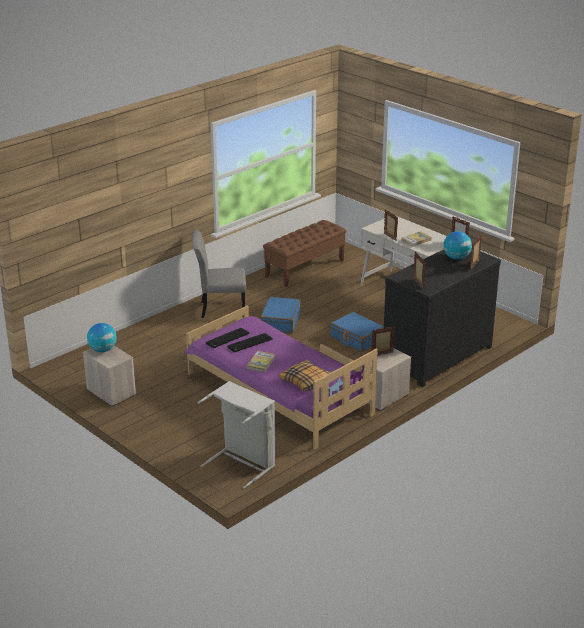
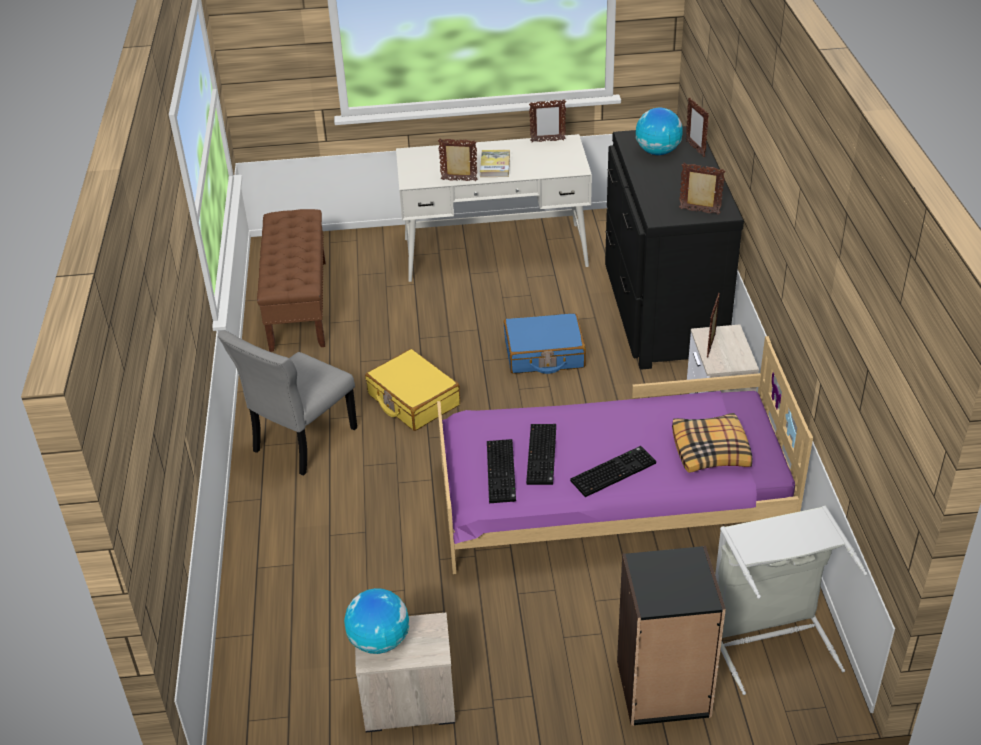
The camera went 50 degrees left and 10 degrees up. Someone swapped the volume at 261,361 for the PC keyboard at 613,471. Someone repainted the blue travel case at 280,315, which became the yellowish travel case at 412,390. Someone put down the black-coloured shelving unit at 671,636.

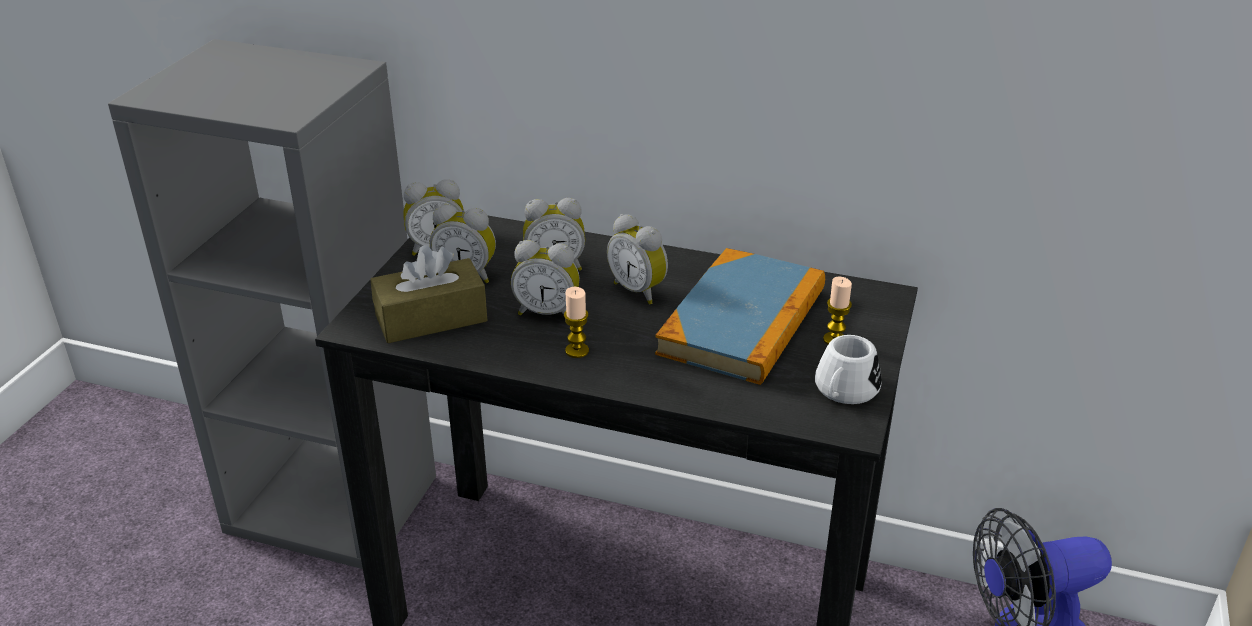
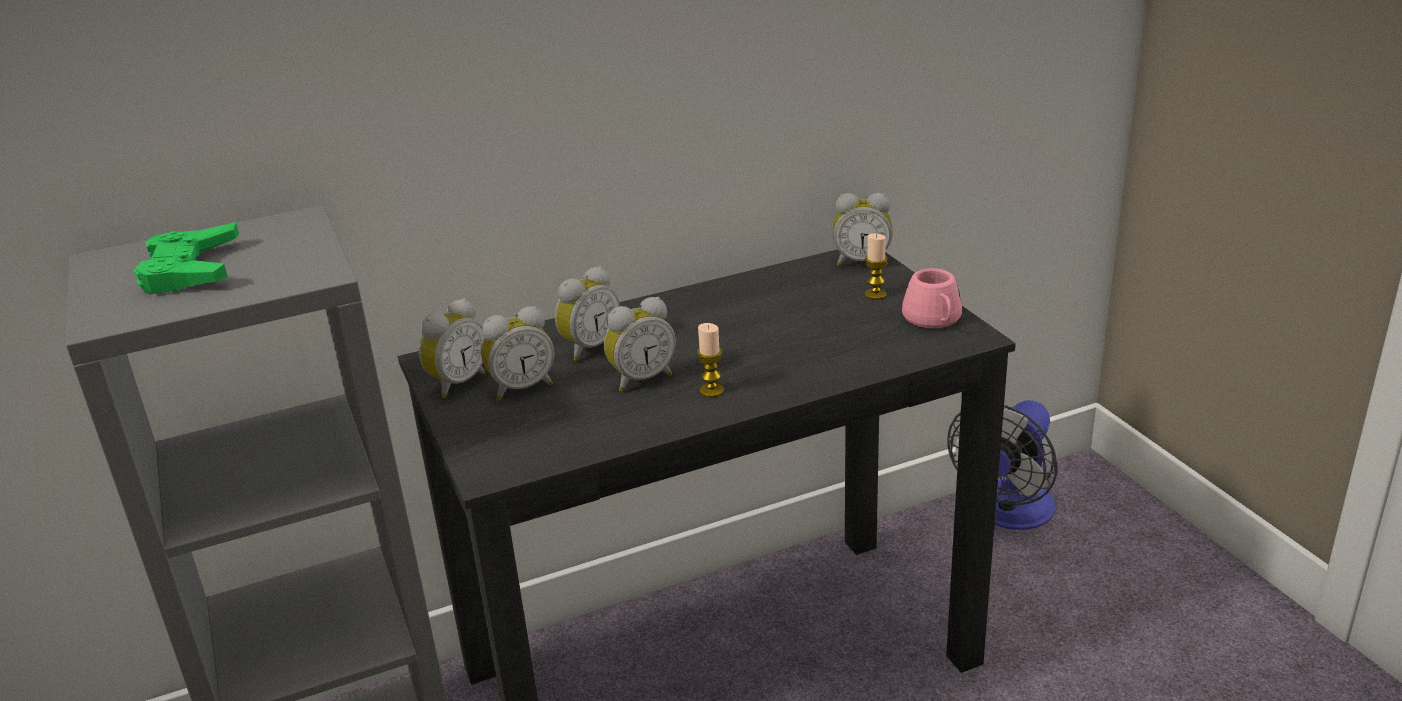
The camera went 40 degrees left and 5 degrees down. Someone took away the brown box of tissues at 429,294. Someone carried the alarm clock from 637,259 to 863,229. Someone took away the volume at 740,316. Someone repainted the white tea mug at 848,369, which became the pinkish tea mug at 932,298. Someone put down the greenish gamepad at 186,258.

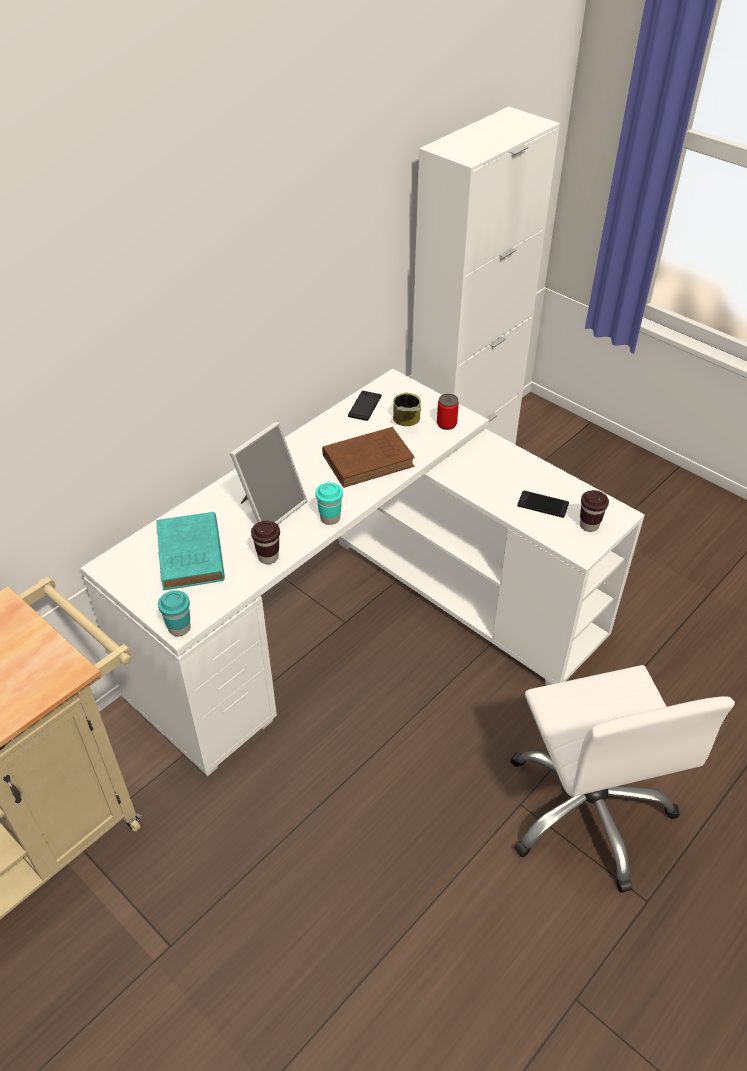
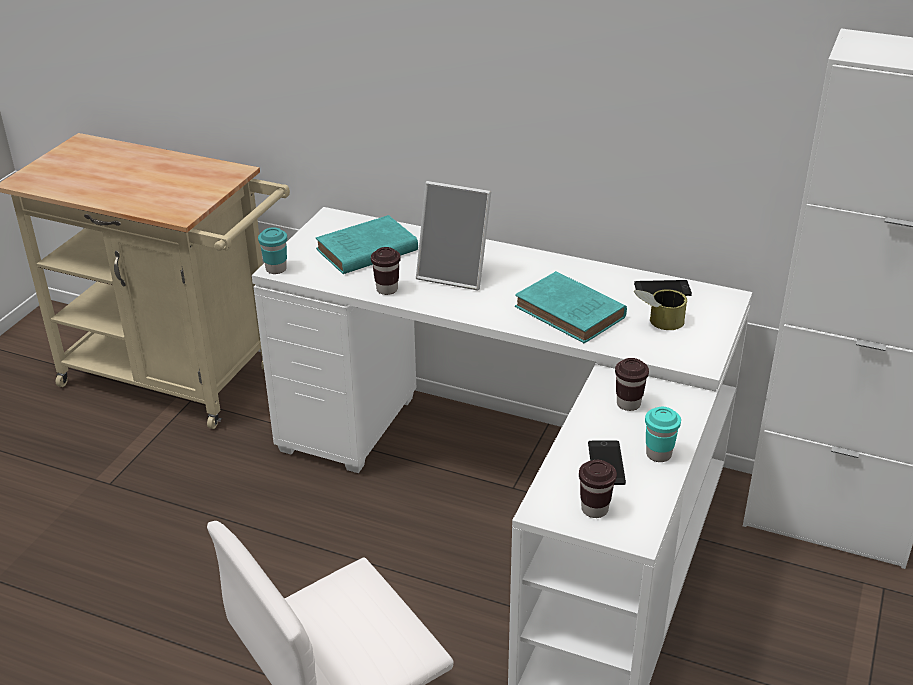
The camera went 70 degrees right and 10 degrees down. Someone carried the turquoise cup from 329,503 to 663,434. Someone repainted the brown volume at 368,457, which became the turquoise volume at 571,307. Someone took away the metal can at 448,412. Someone put down the brown cup at 632,384.

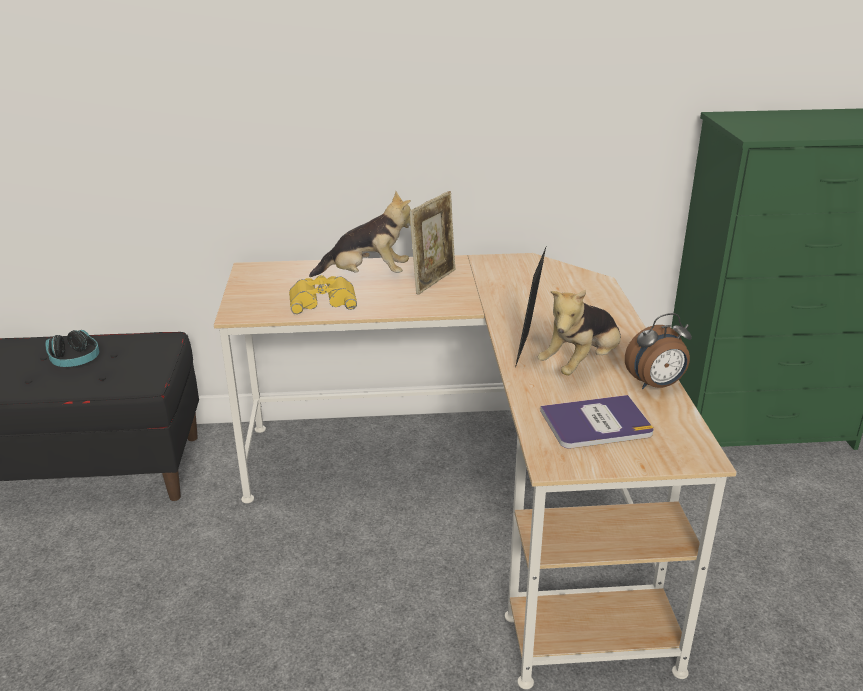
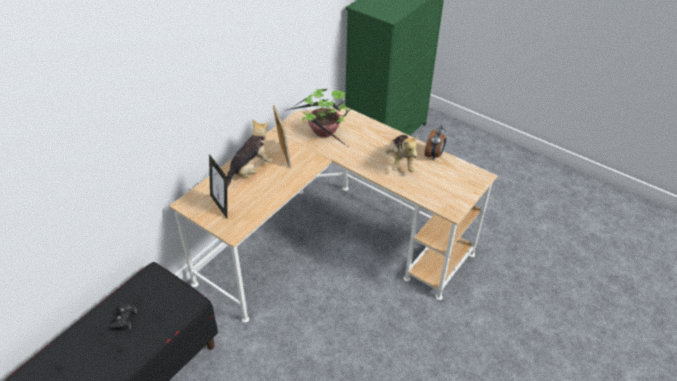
The camera went 50 degrees left and 15 degrees up. Someone swapped the pair of headphones at 72,348 for the black-coloured gamepad at 124,316. Someone took away the yellowish field glasses at 323,294. Someone carried the standing frame from 530,307 to 218,186. Someone took away the volume at 597,422. Someone put down the potted plant at 320,117.

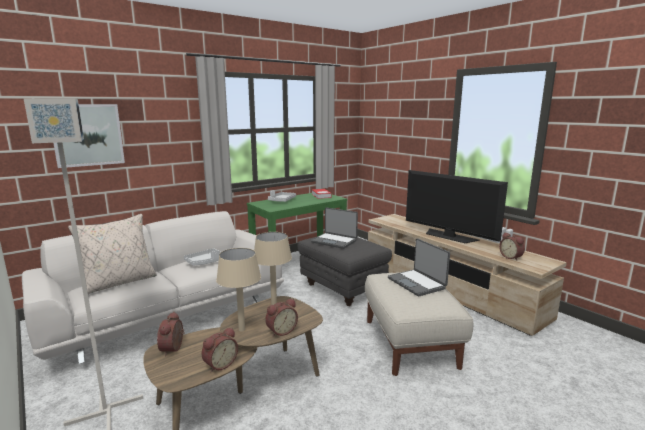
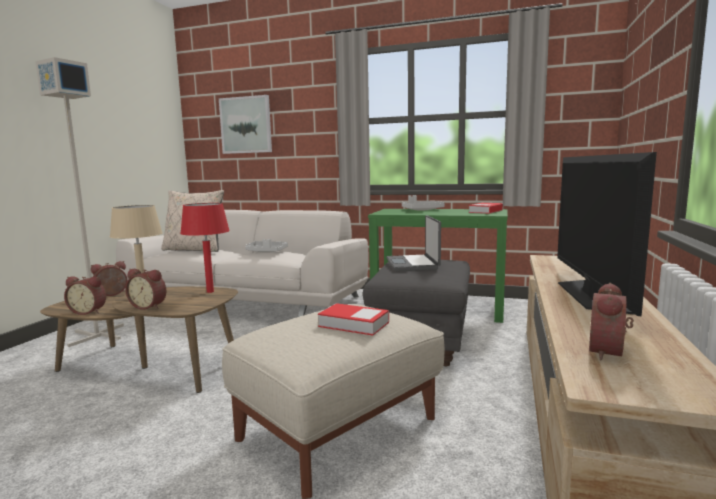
The camera went 55 degrees right and 5 degrees down. Someone repainted the beige-coloured tabletop lamp at 273,268, which became the red-coloured tabletop lamp at 205,248. Someone swapped the portable computer at 419,267 for the volume at 353,319.

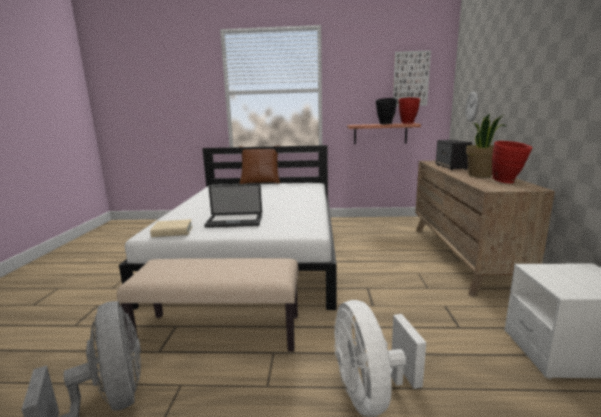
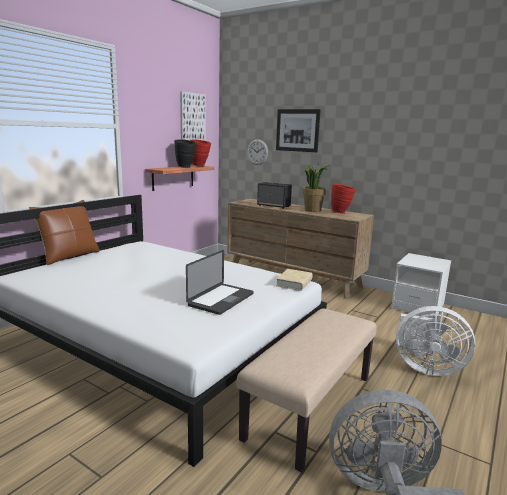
The camera went 60 degrees left and 0 degrees up. Someone carried the beige-coloured volume from 171,228 to 294,280. Someone put up the picture at 298,130.

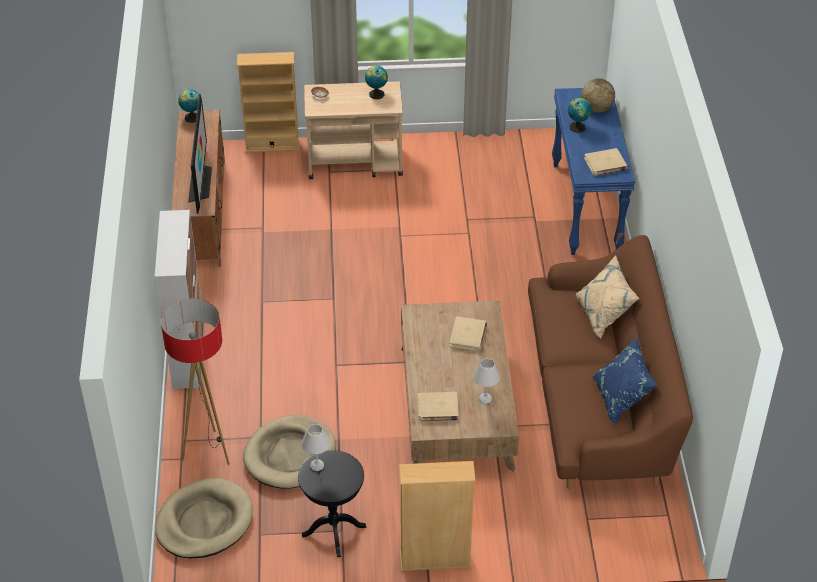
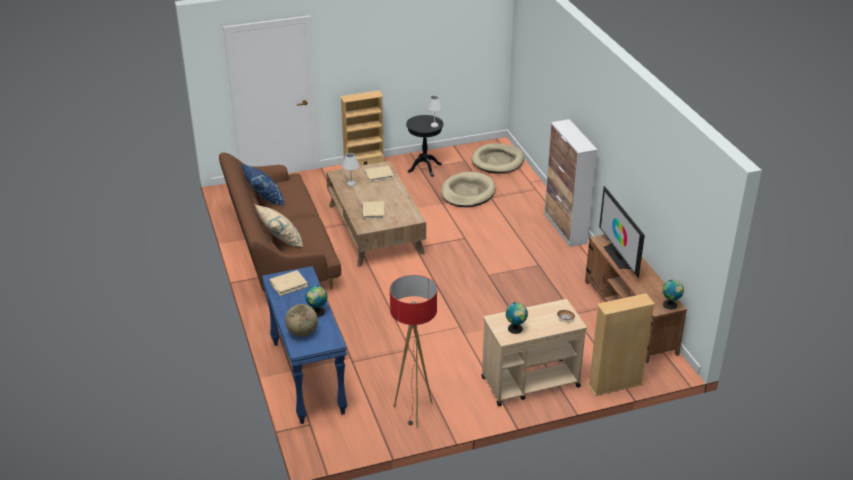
The camera went 165 degrees right and 10 degrees down. Someone carried the standing lamp from 195,381 to 413,351.

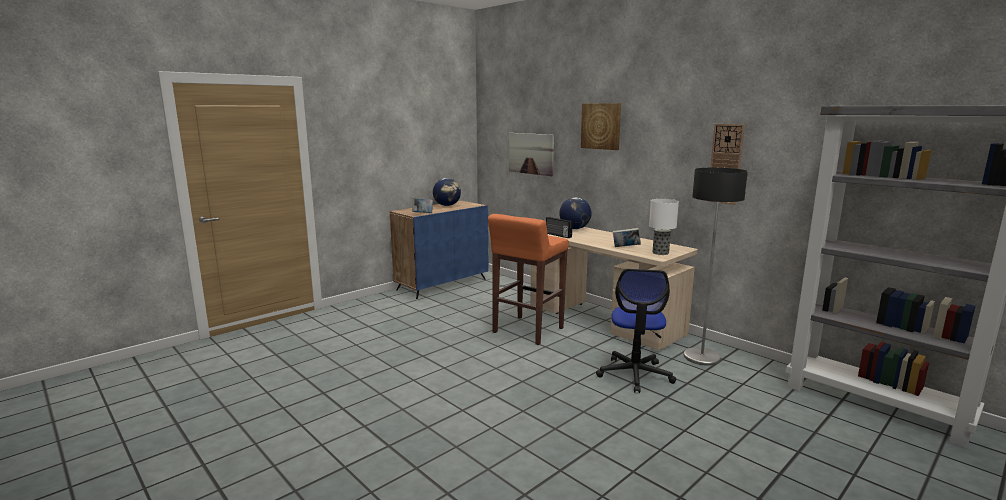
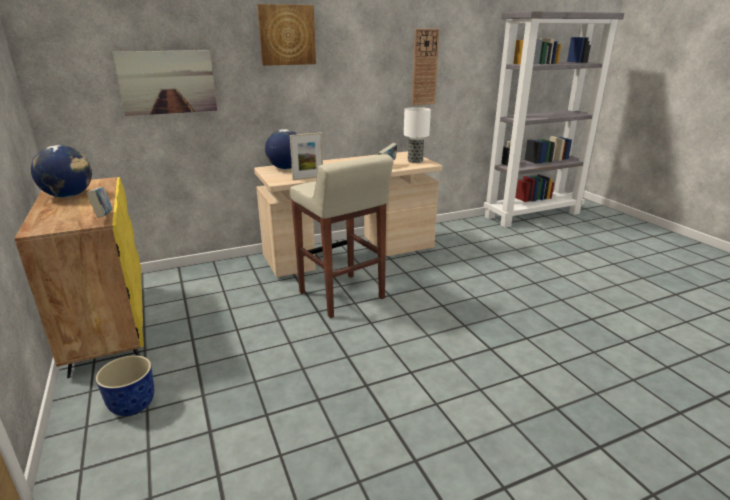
The camera went 70 degrees left and 10 degrees up. Someone repainted the blue cupboard at 439,250, which became the yellowish cupboard at 79,277. Someone repainted the orange-coloured stool seat at 528,279, which became the beige-coloured stool seat at 342,236. Someone swapped the radio at 559,227 for the standing frame at 306,156. Someone took away the office chair at 636,331. Someone took away the standing lamp at 716,267. Someone put down the plant pot at 125,385.

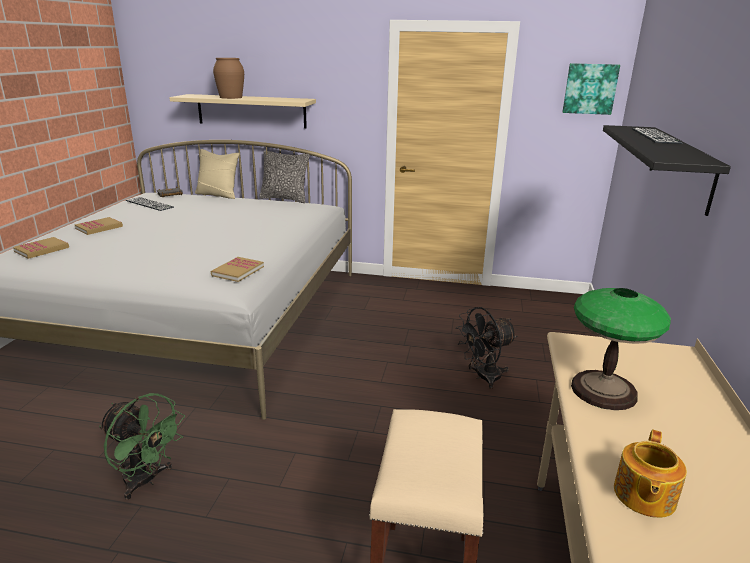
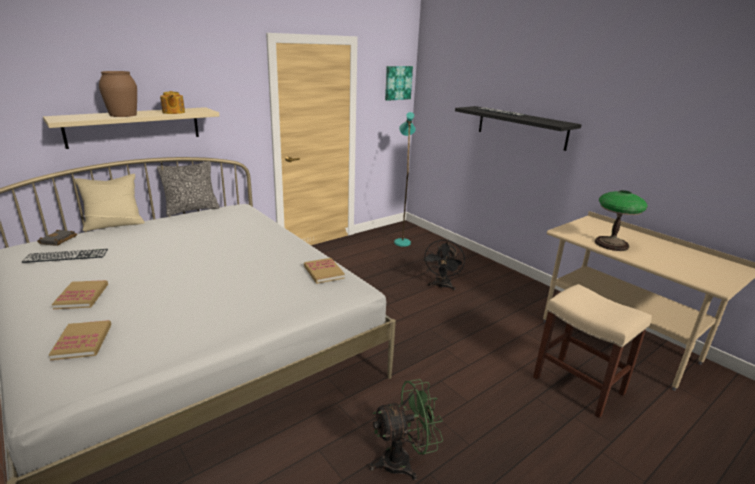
The camera went 50 degrees left and 0 degrees up. Someone carried the teapot from 650,474 to 172,102. Someone put down the turquoise standing lamp at 405,179.

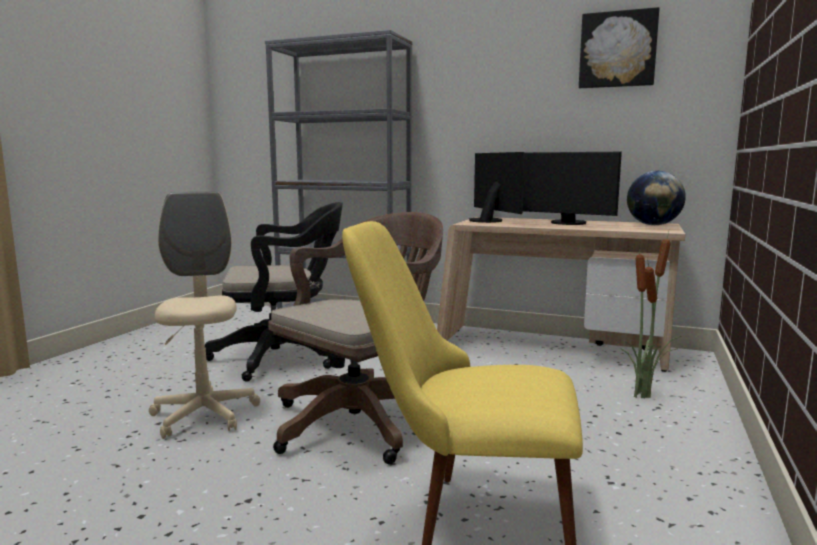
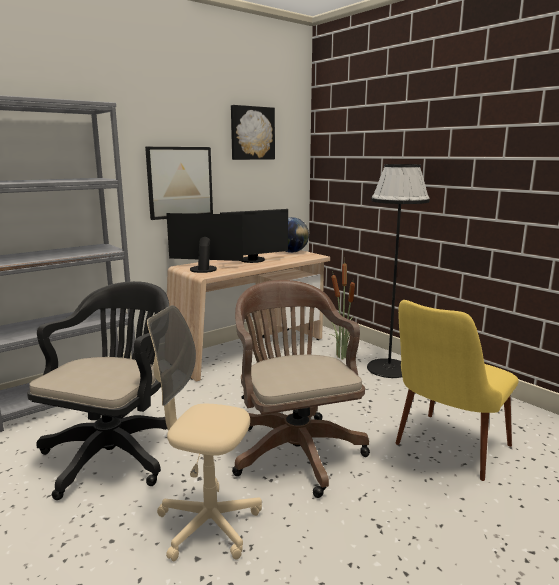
The camera went 60 degrees left and 5 degrees up. Someone put up the picture at 179,183. Someone put down the black-coloured standing lamp at 398,271.

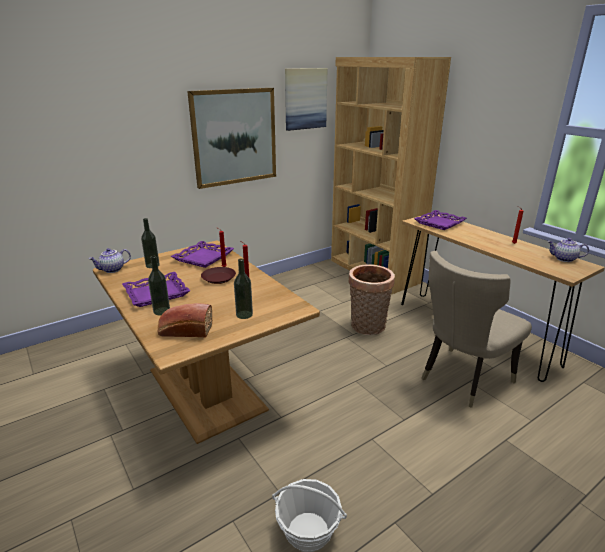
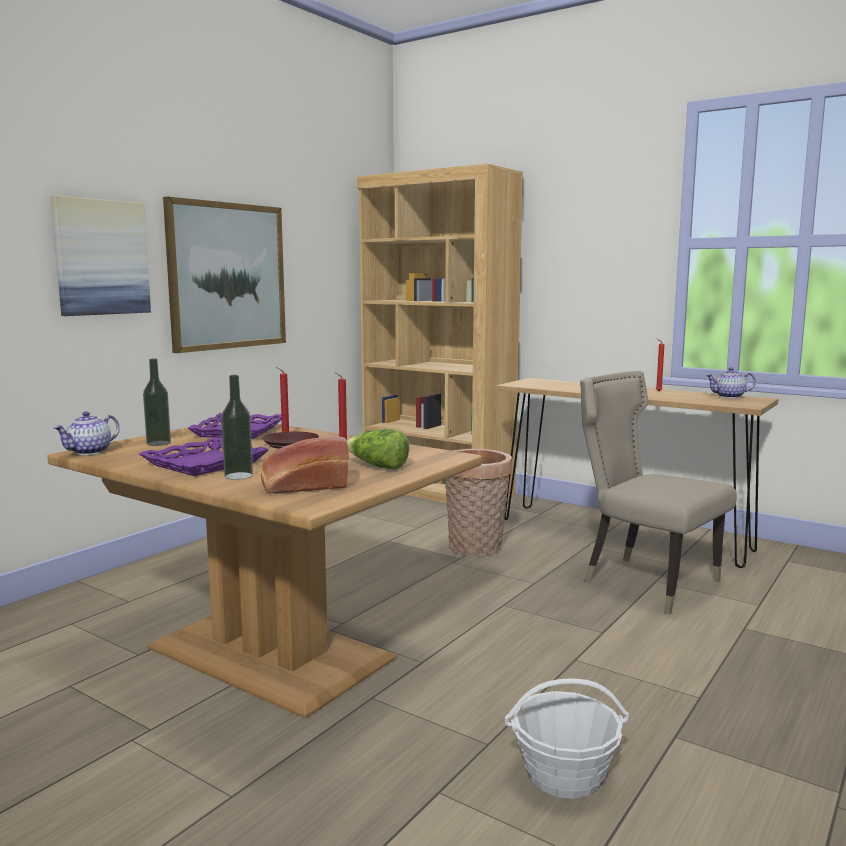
The camera went 20 degrees left and 15 degrees down. Someone swapped the drink bottle at 243,288 for the lettuce head at 378,449. Someone carried the picture from 306,99 to 101,255. Someone took away the purple tray at 440,220. Someone rotated the beige-coloured plain chair at 476,329 by 105 degrees clockwise.

